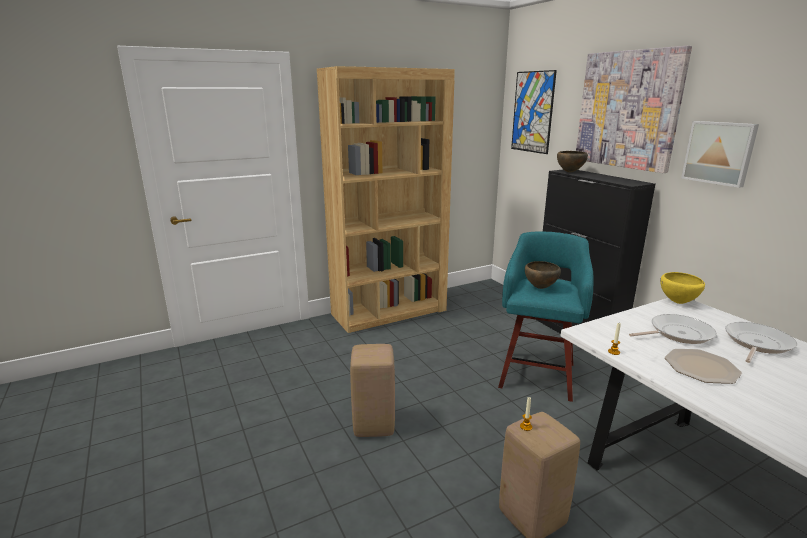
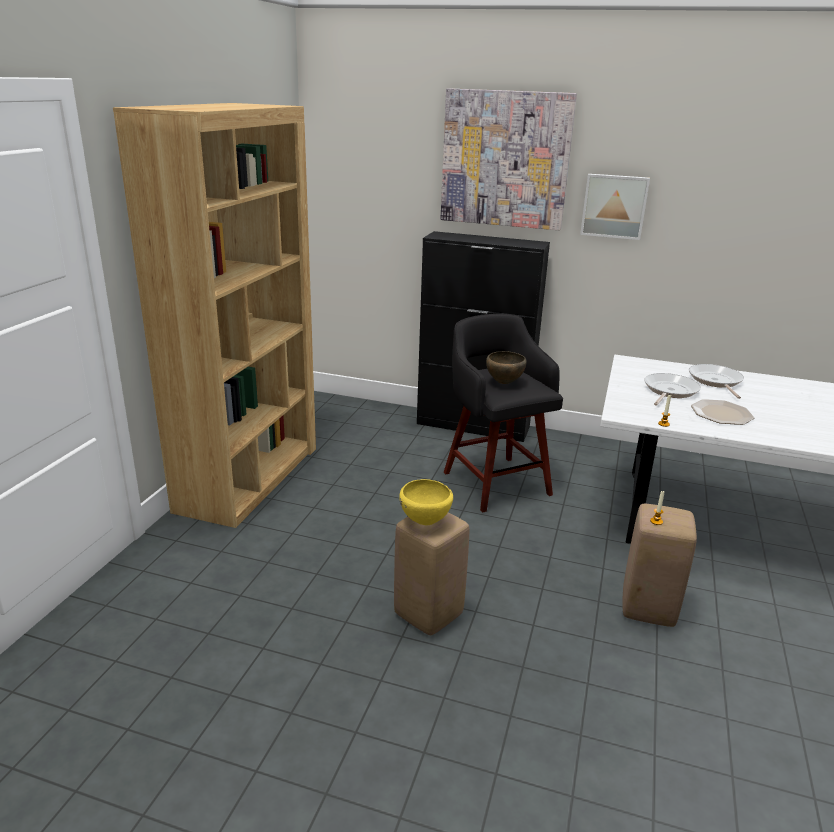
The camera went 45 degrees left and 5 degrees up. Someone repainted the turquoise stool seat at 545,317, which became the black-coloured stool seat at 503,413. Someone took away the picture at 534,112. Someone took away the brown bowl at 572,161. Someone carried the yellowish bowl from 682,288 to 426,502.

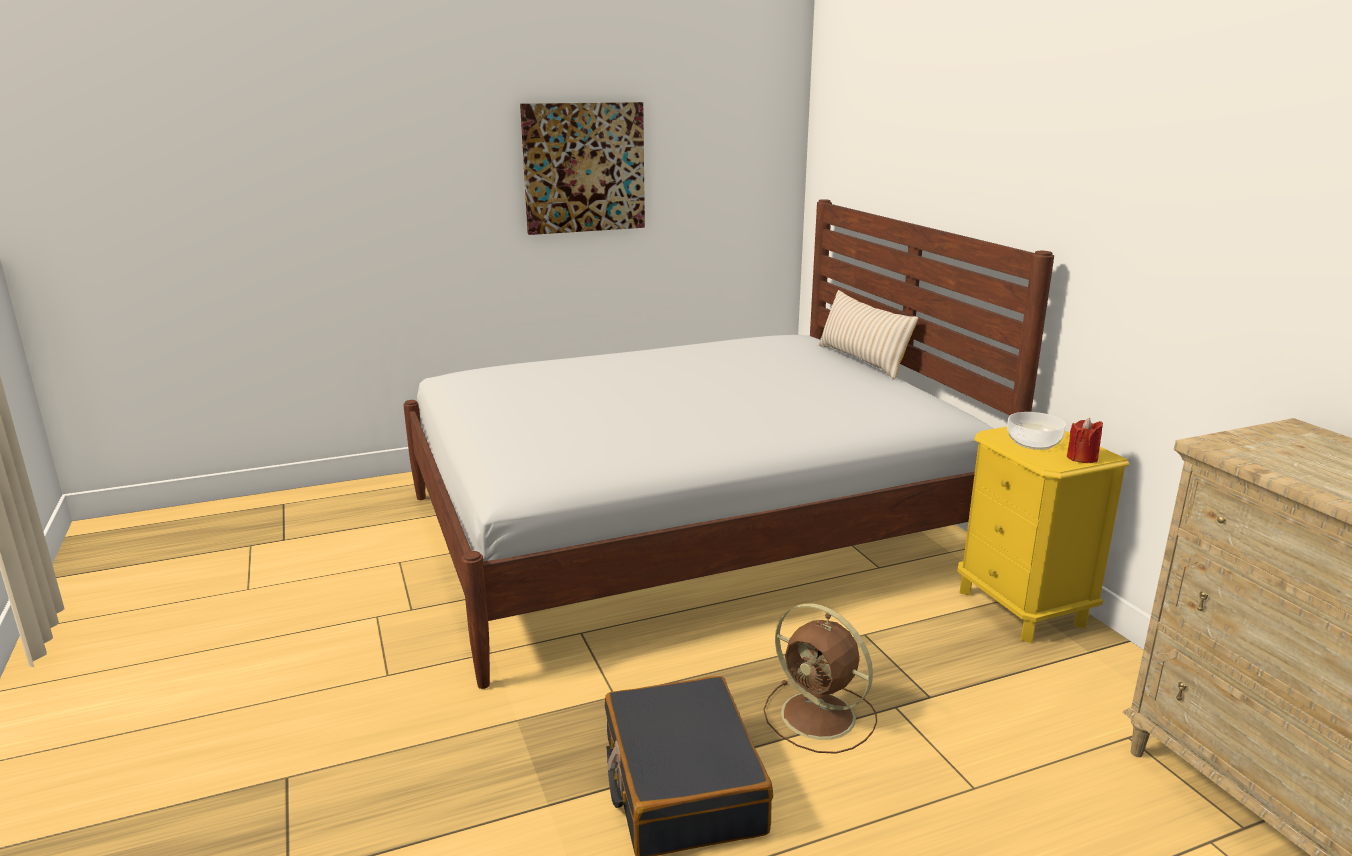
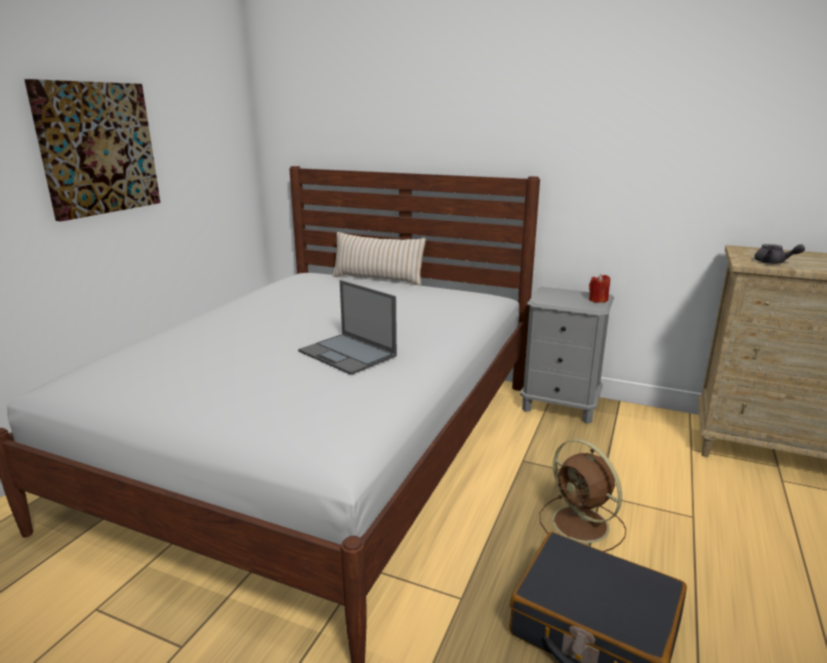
The camera went 45 degrees left and 0 degrees up. Someone rotated the brown fan at 820,678 by 60 degrees clockwise. Someone repainted the yellowish bedside table at 1043,535, which became the greyish bedside table at 567,355. Someone took away the bowl at 1036,431. Someone put down the portable computer at 347,327. Someone put down the greyish teapot at 779,254.

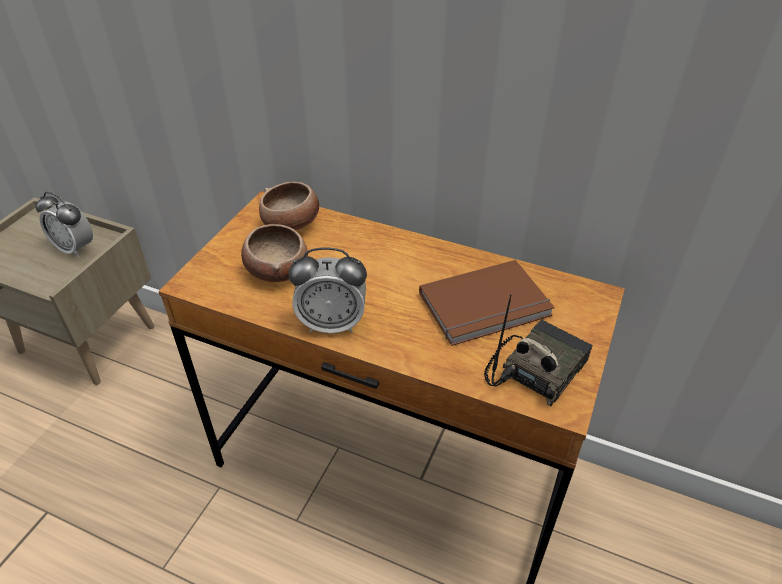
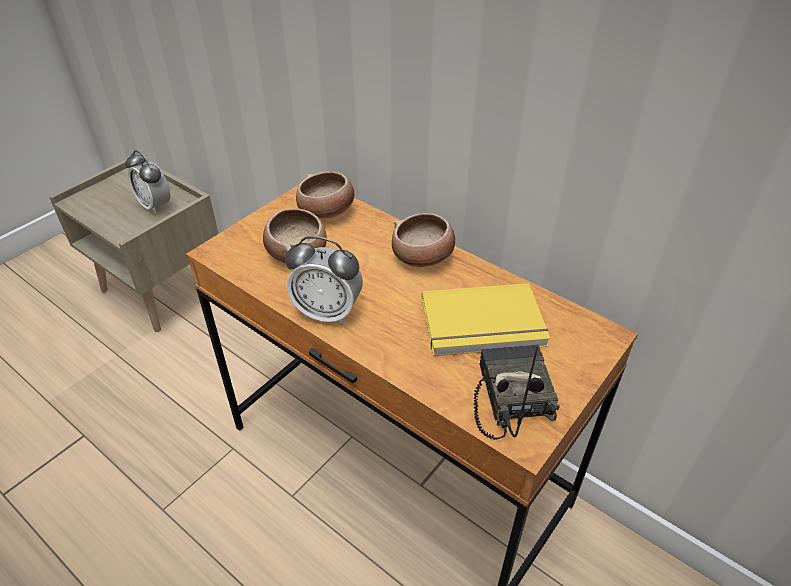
The camera went 15 degrees right and 0 degrees up. Someone repainted the brown volume at 487,303, which became the yellowish volume at 486,319. Someone rotated the radio at 538,350 by 60 degrees counterclockwise. Someone put down the bowl at 423,240.

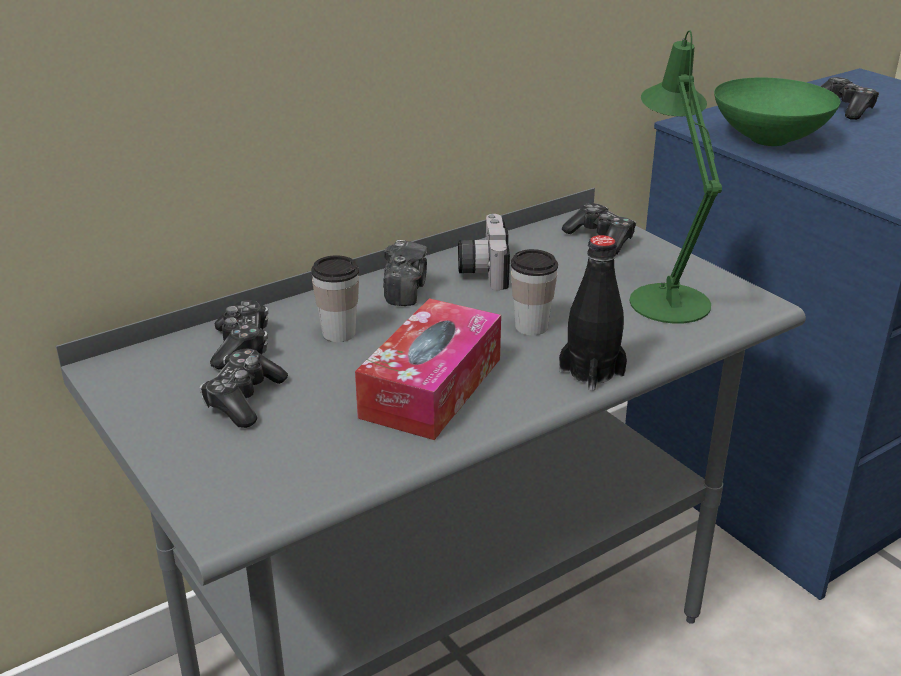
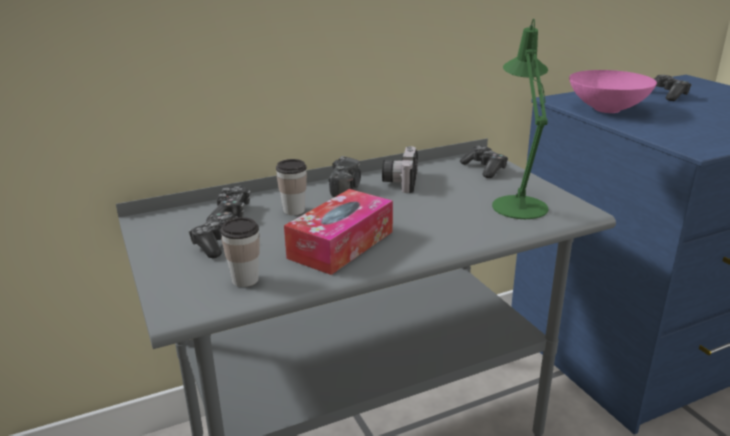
The camera went 10 degrees right and 5 degrees down. Someone carried the cup from 534,292 to 240,252. Someone took away the black-coloured drink bottle at 593,313. Someone repainted the greenish bowl at 777,111, which became the pinkish bowl at 613,91.

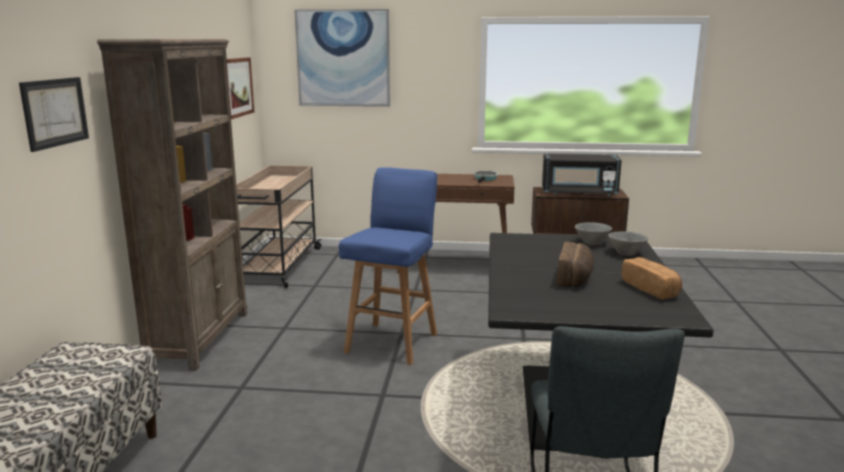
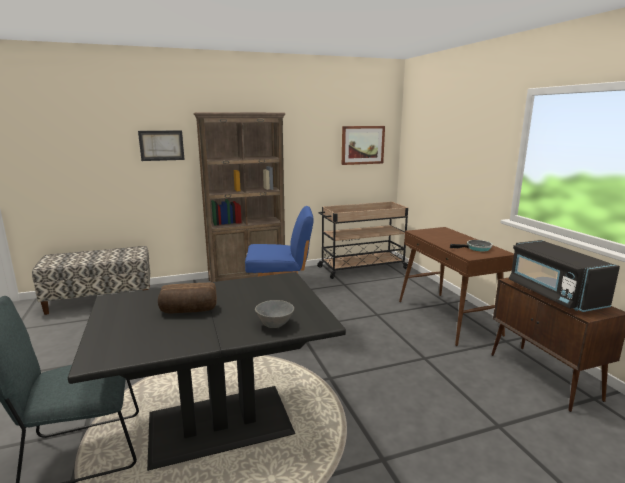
The camera went 65 degrees right and 0 degrees up. Someone took away the picture at 342,58. Someone took away the greyish bowl at 593,233. Someone took away the baked bread at 652,278.

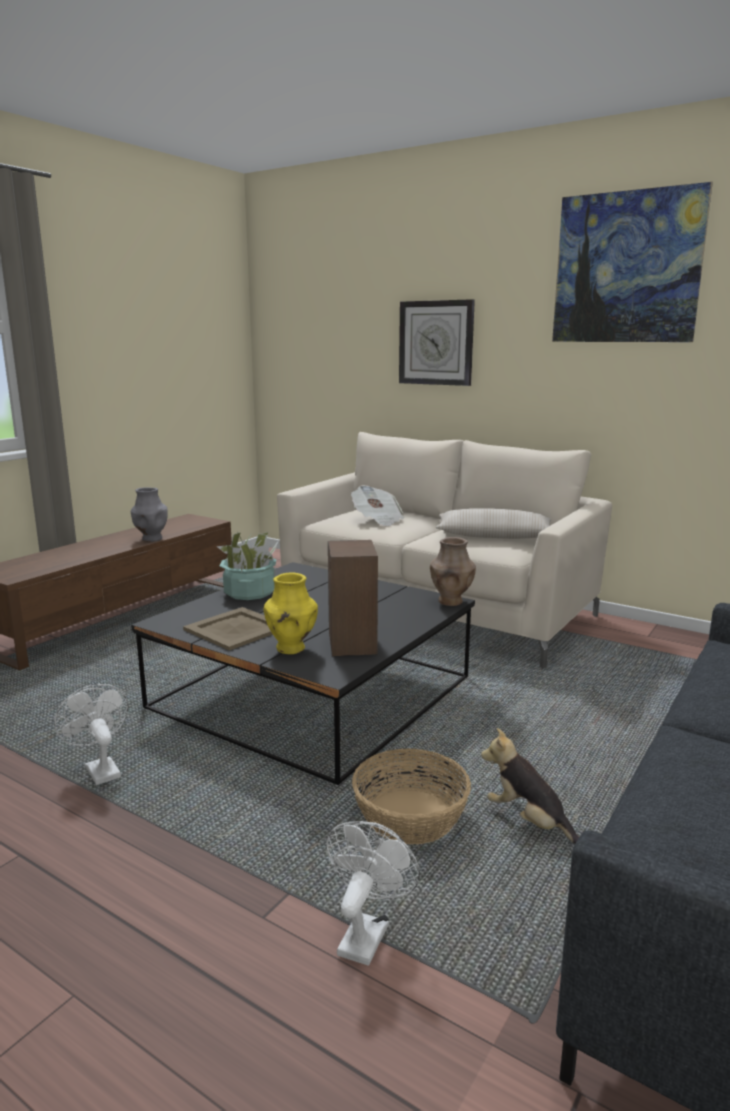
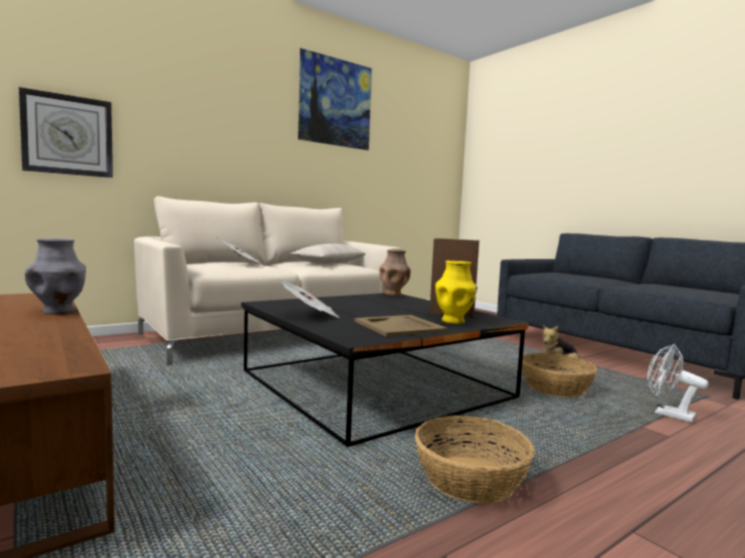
The camera went 70 degrees left and 10 degrees down. Someone swapped the white fan at 91,734 for the storage basket at 475,459. Someone swapped the potted plant at 247,566 for the newspaper at 309,298. Someone carried the wall clock from 437,342 to 66,132.

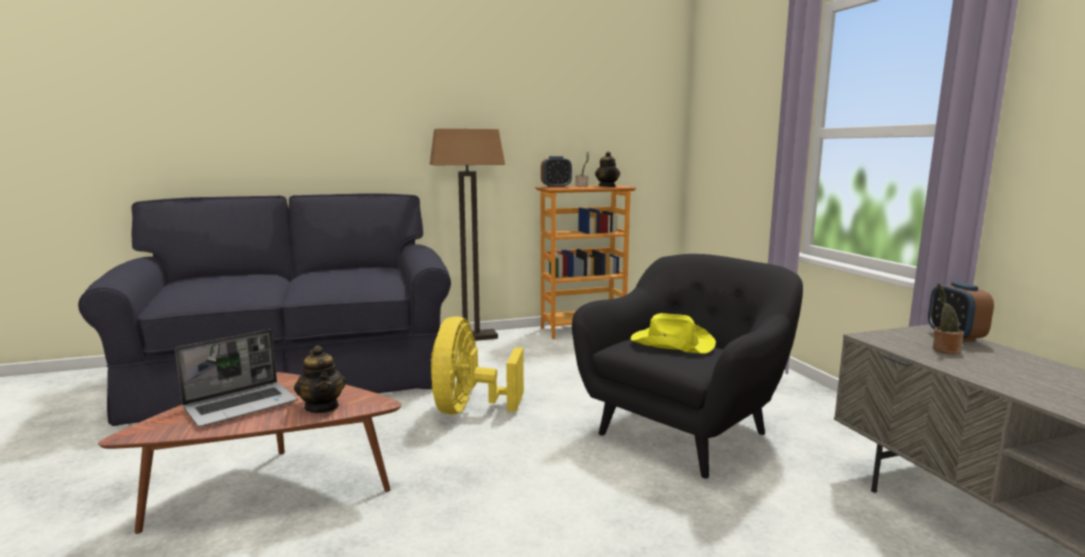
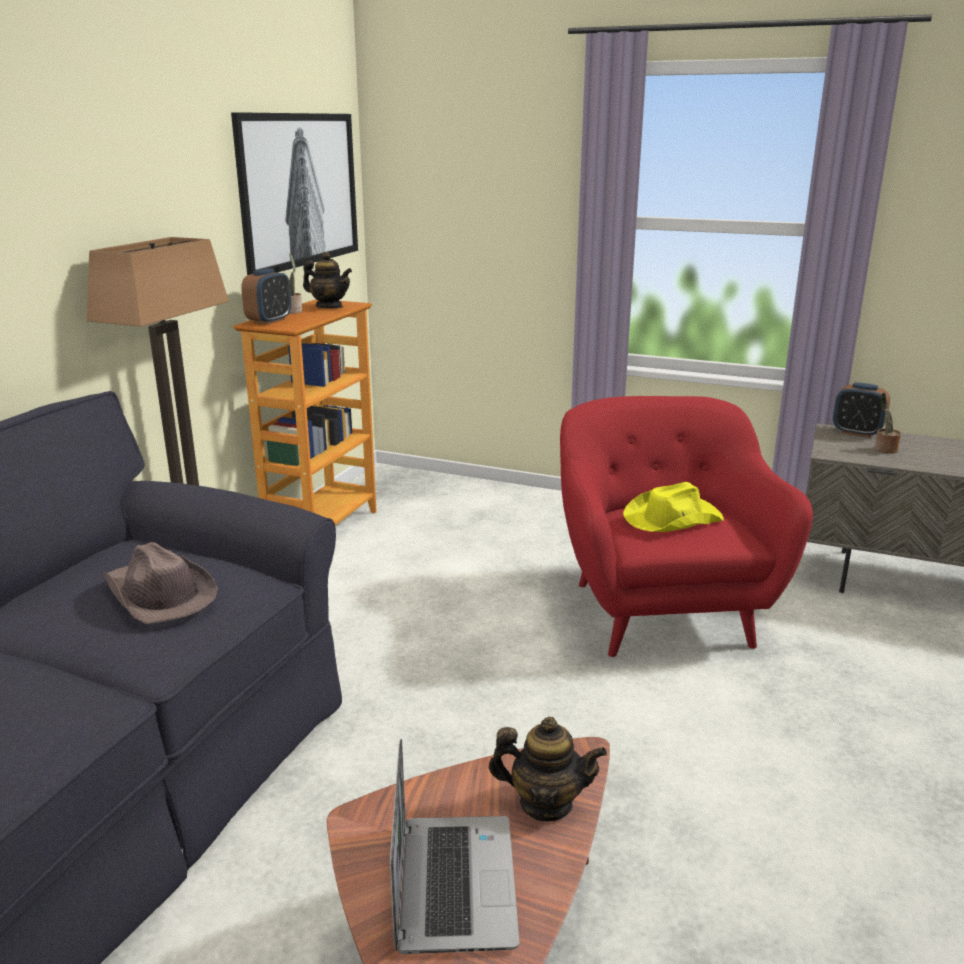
The camera went 50 degrees left and 10 degrees up. Someone took away the yellowish fan at 477,365. Someone repainted the black-coloured easy chair at 687,366, which became the red-coloured easy chair at 686,526. Someone put down the brown hat at 160,583. Someone put up the picture at 294,194.

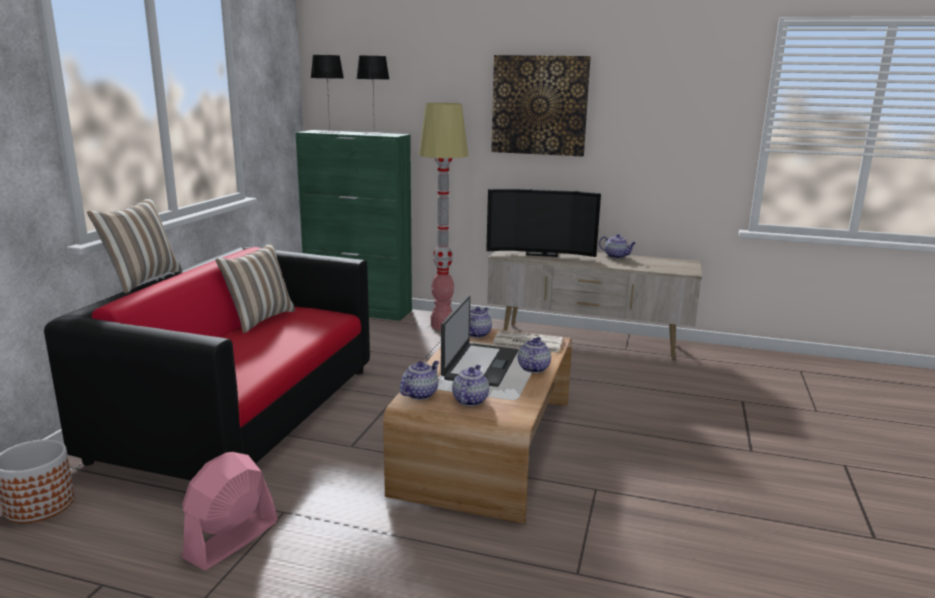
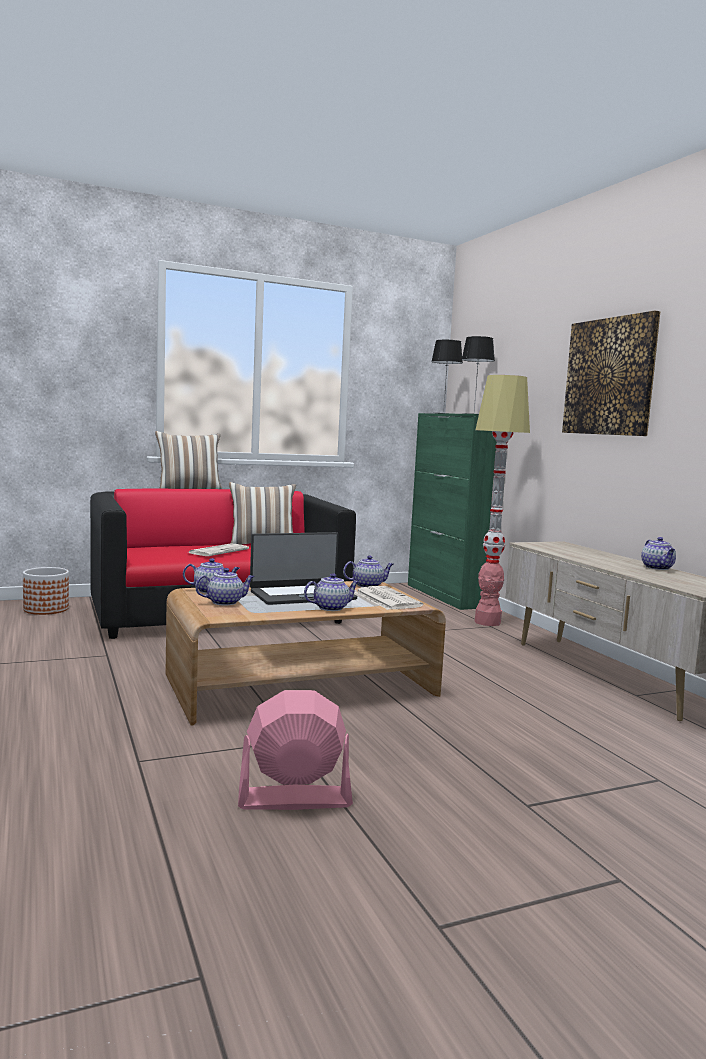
The camera went 50 degrees right and 10 degrees down. Someone carried the pinkish fan from 230,511 to 295,750. Someone took away the TV at 543,222. Someone put down the newspaper at 219,549.

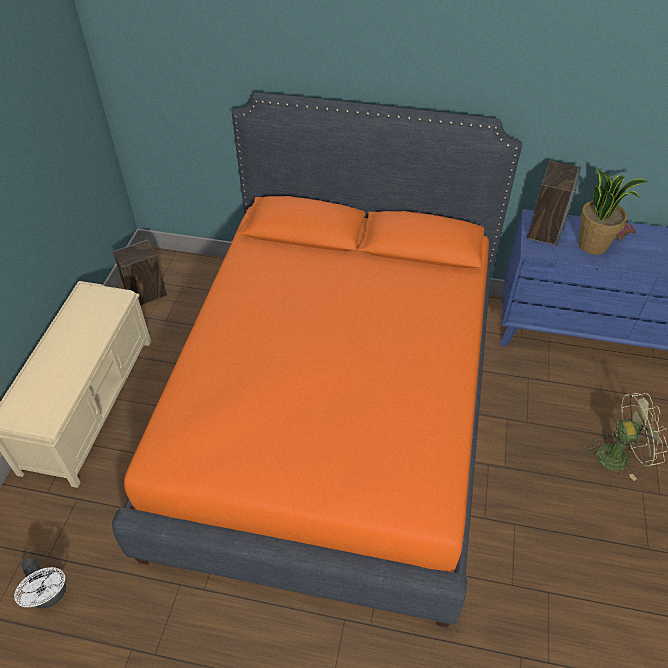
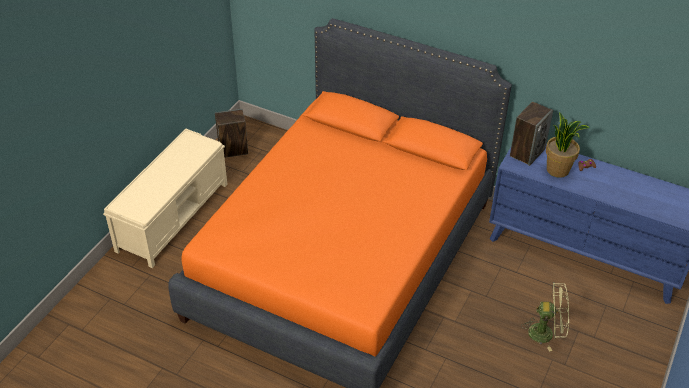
The camera went 15 degrees right and 5 degrees down. Someone took away the white fan at 40,583.

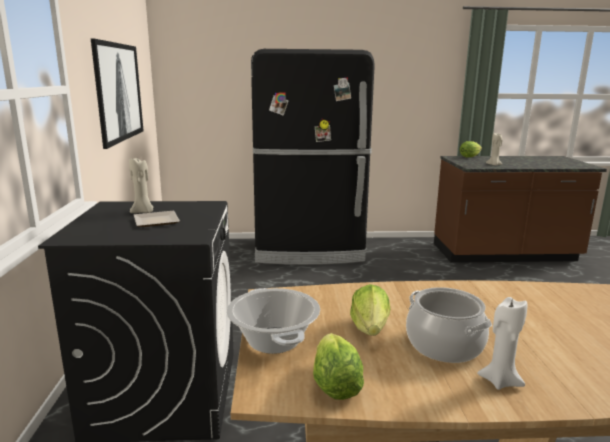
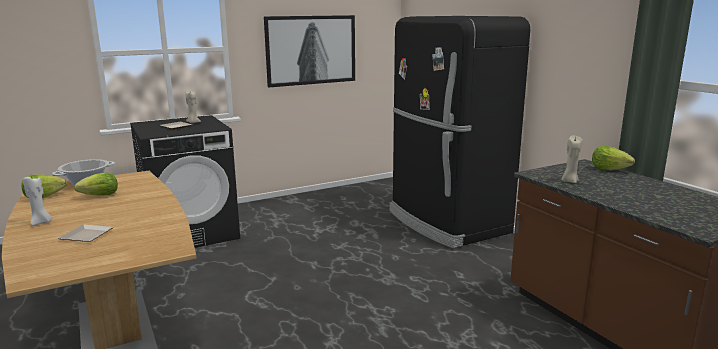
The camera went 65 degrees right and 0 degrees up. Someone took away the stockpot at 449,325. Someone put down the flat dish at 85,233.

